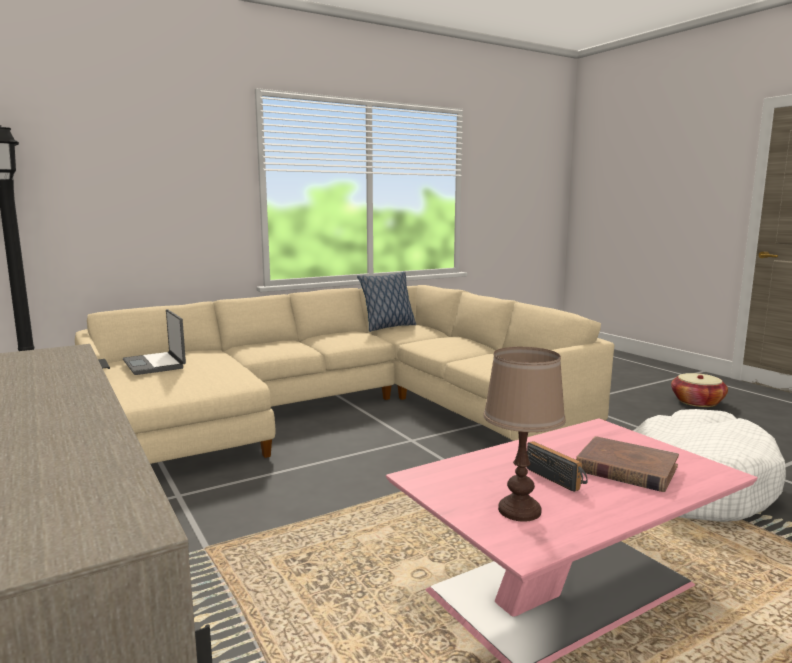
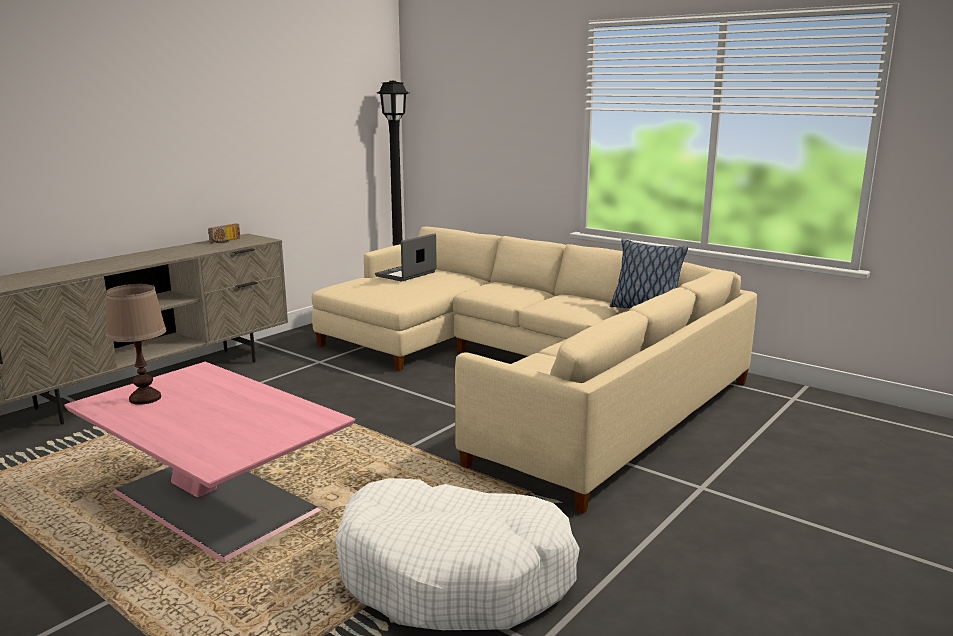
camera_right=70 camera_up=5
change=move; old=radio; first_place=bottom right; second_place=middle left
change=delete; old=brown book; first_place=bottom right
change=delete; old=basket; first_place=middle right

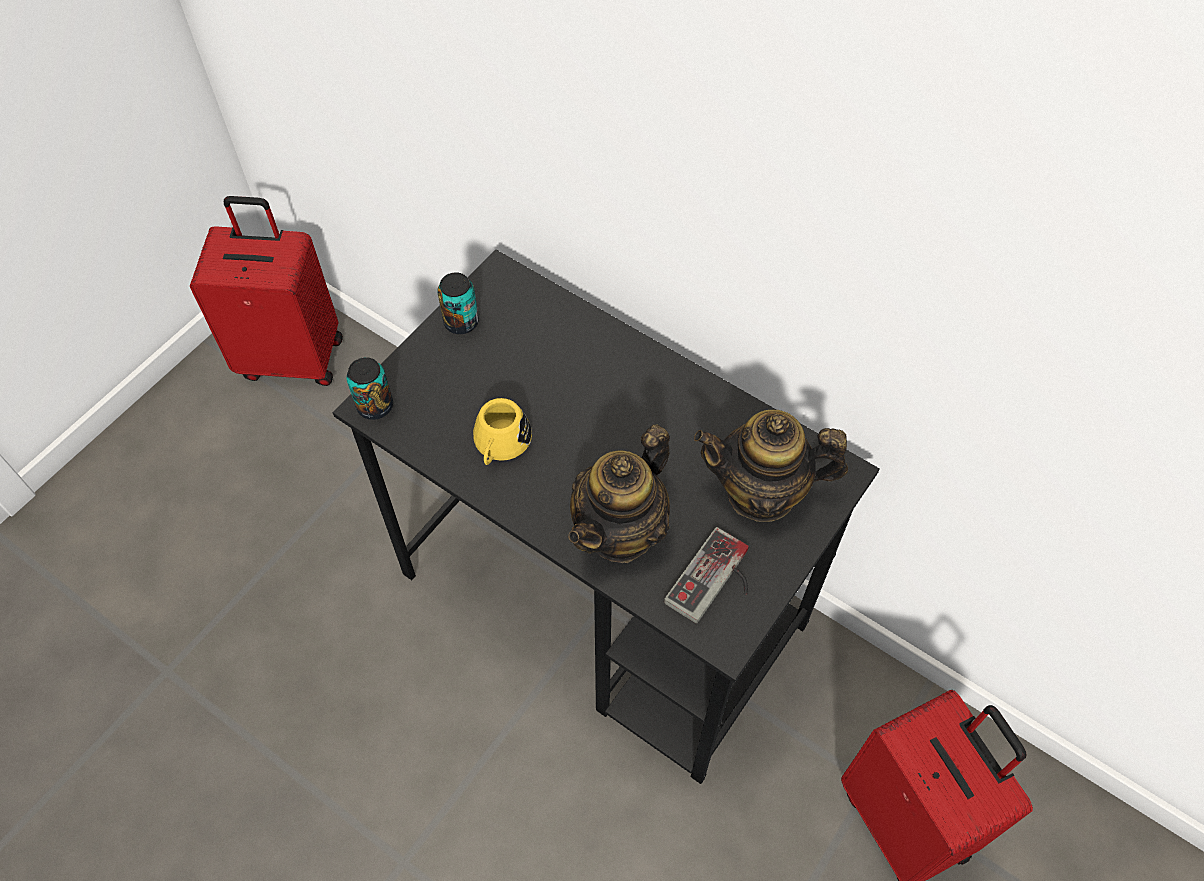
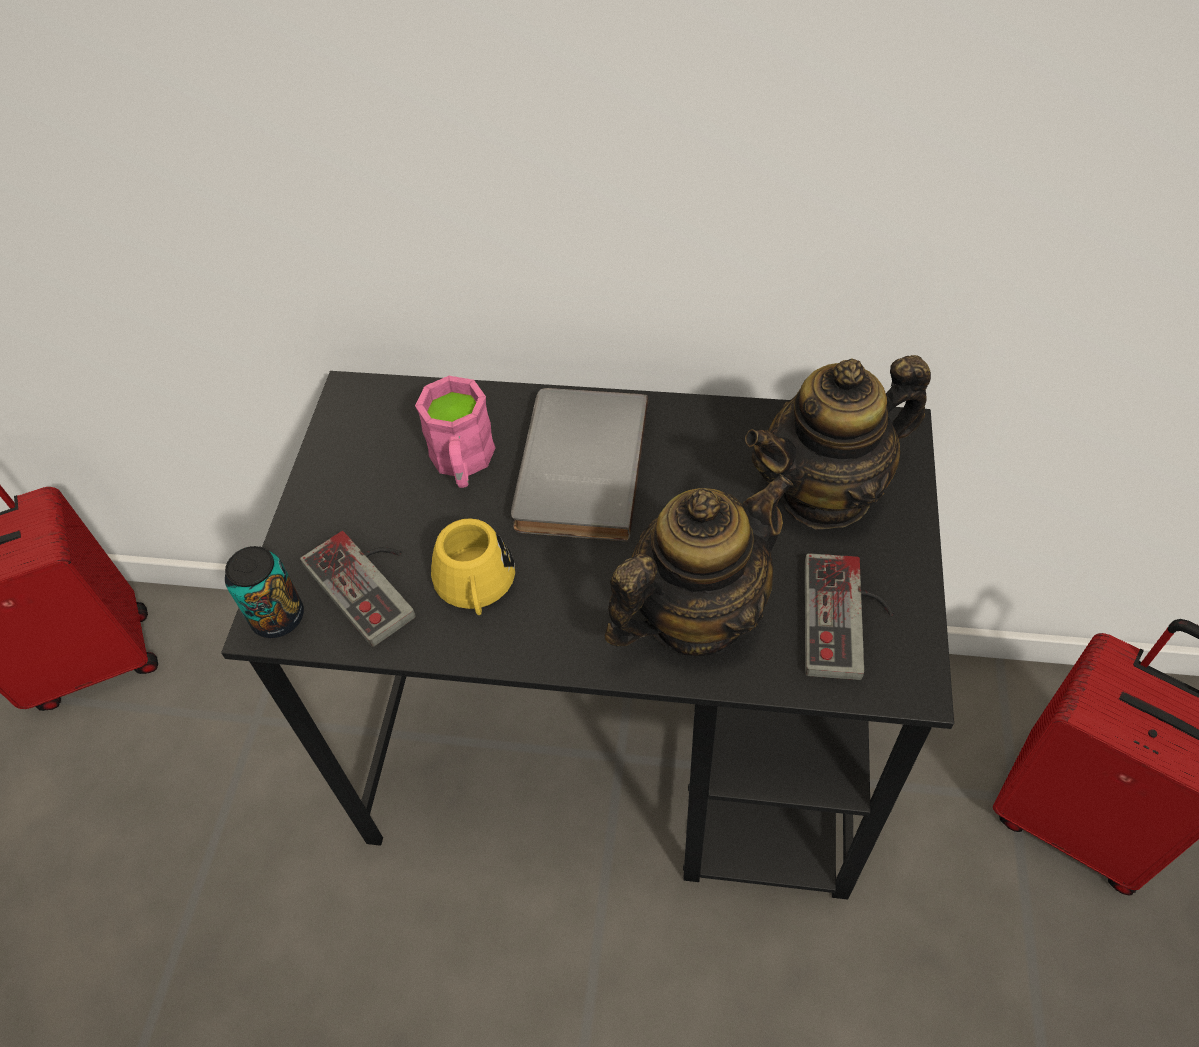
camera_right=-25 camera_up=-5
change=delete; old=can (2nd from left); first_place=centre
change=rotate; old=teapot (1st from left); first_place=centre; second_place=centre; degrees=-135
change=insert; new=game controller (1st from left); second_place=middle left
change=insert; new=pink mug; second_place=centre
change=insert; new=grey book; second_place=centre

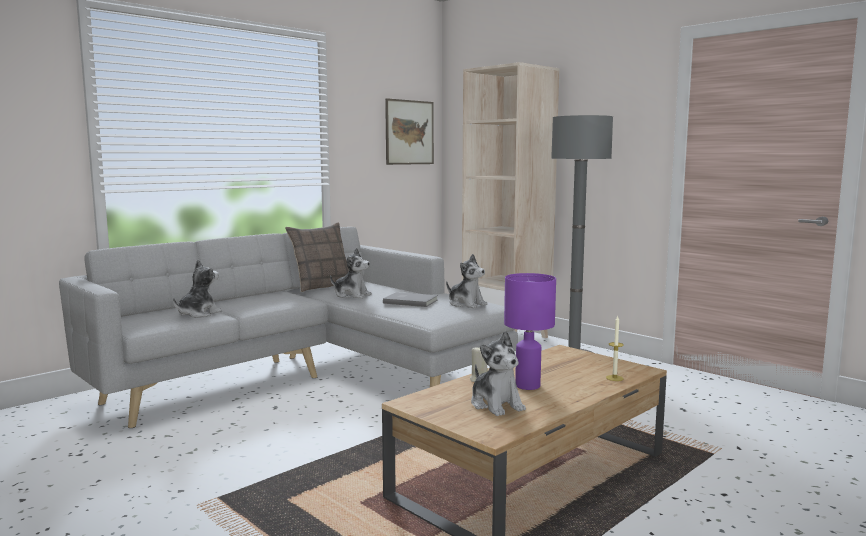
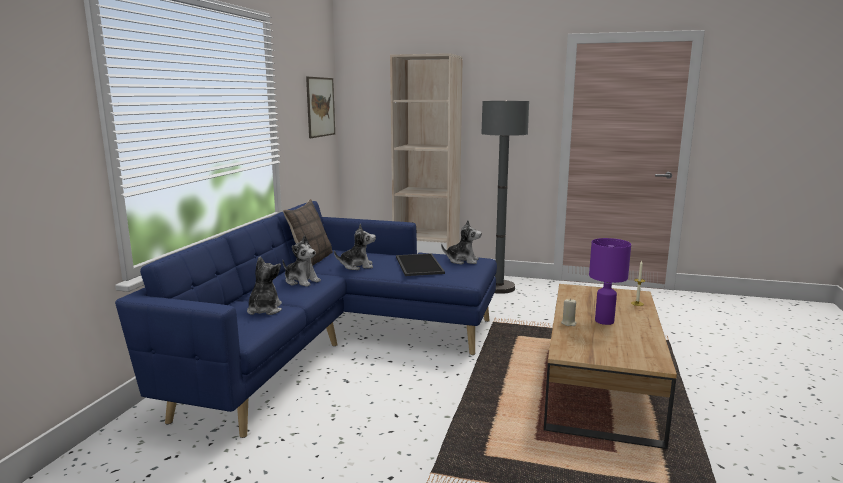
camera_right=-30 camera_up=5
change=recolor; old=grey sofa; new=blue sofa; first_place=middle left; second_place=centre
change=replace; old=grey book; new=tray; first_place=centre; second_place=centre
change=move; old=plush toy (4th from left in the first image); new=plush toy (2nd from left); first_place=bottom centre; second_place=centre

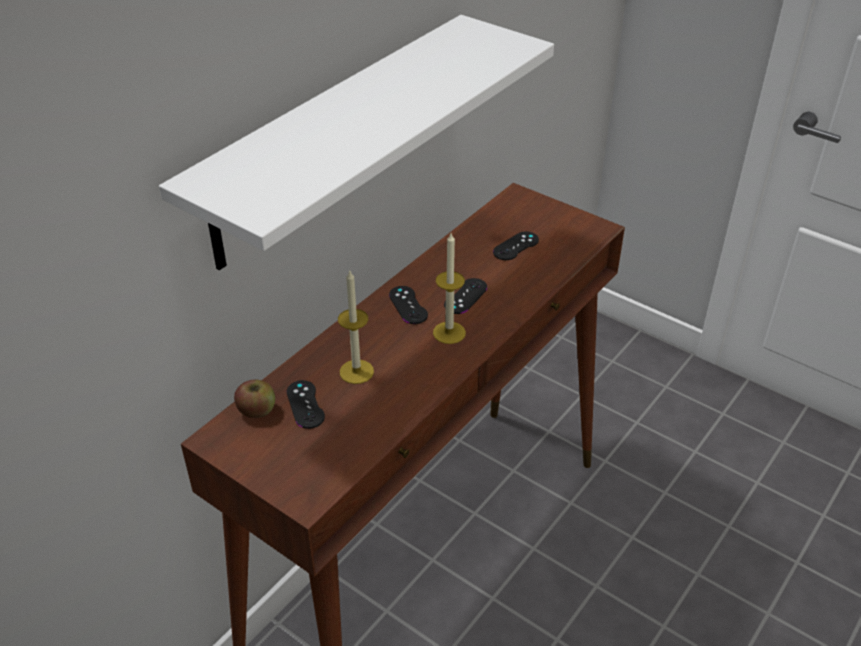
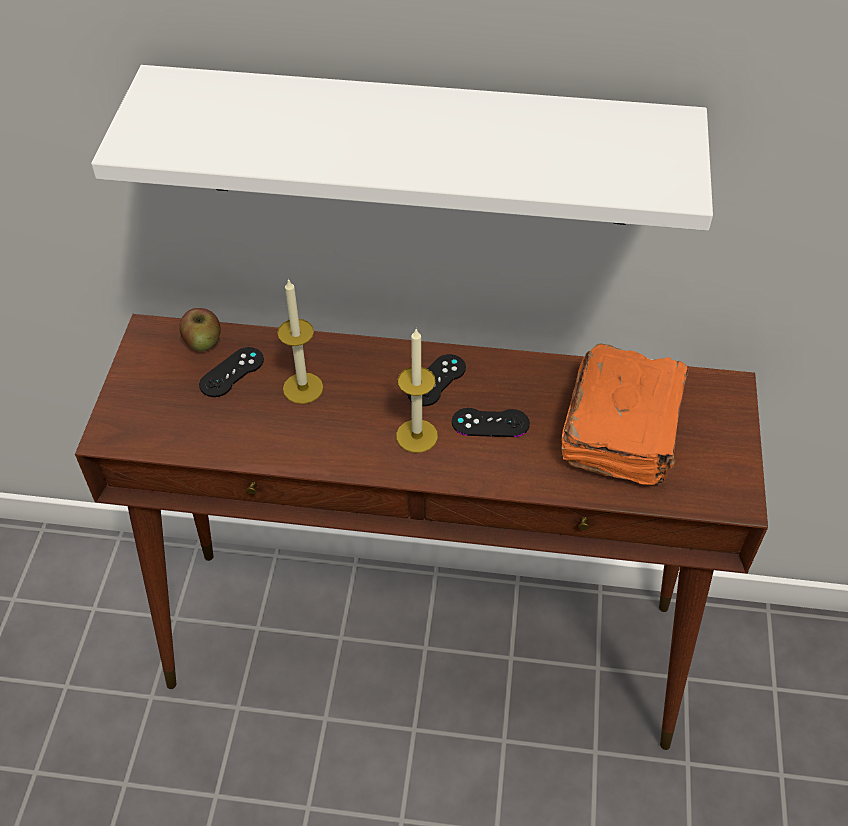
camera_right=60 camera_up=10
change=replace; old=black game controller (4th from left); new=orange book; first_place=centre; second_place=middle right

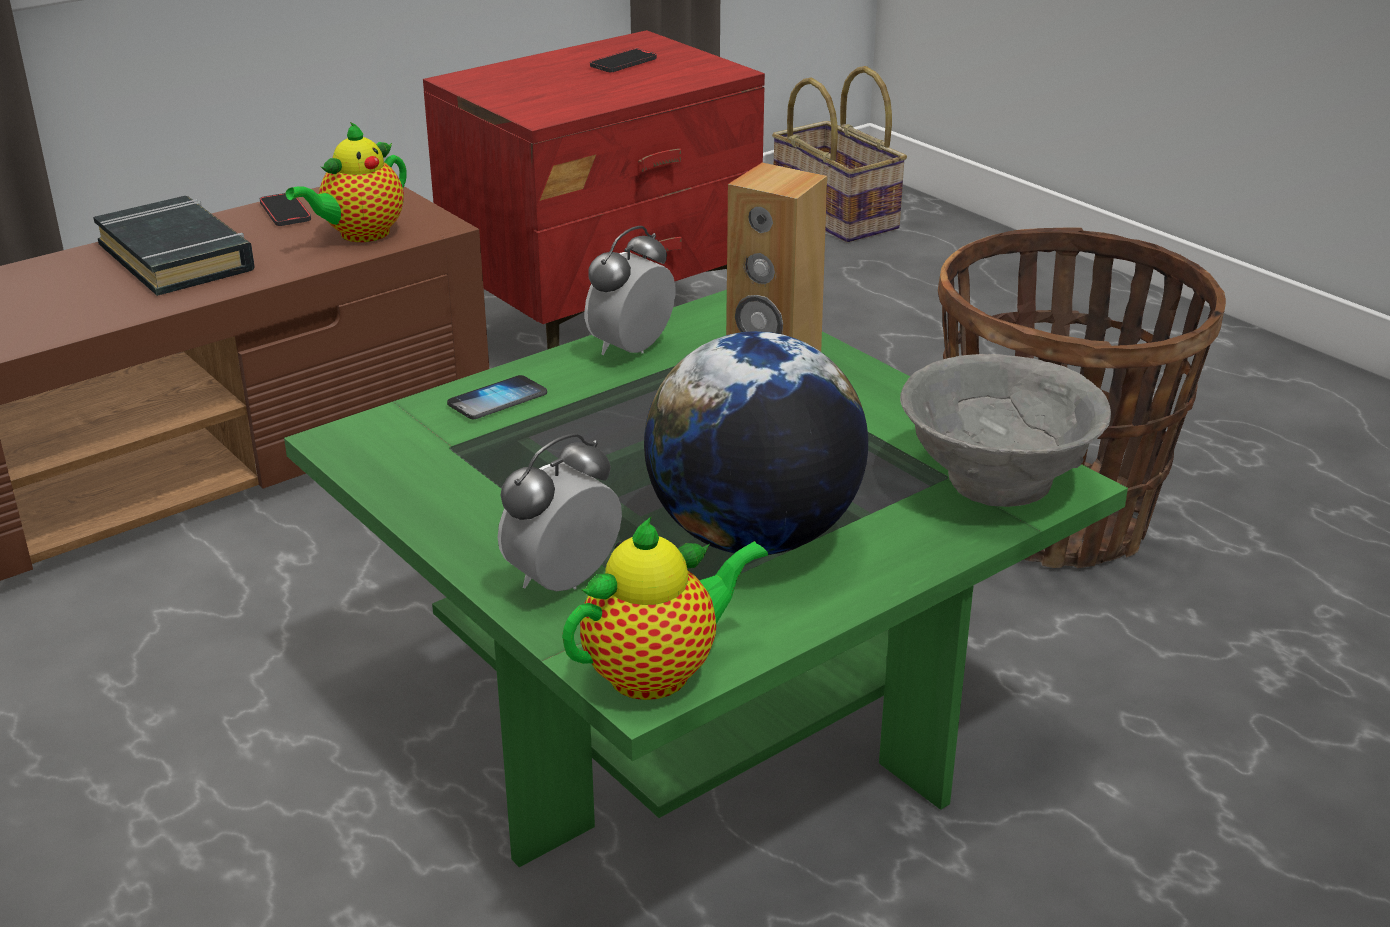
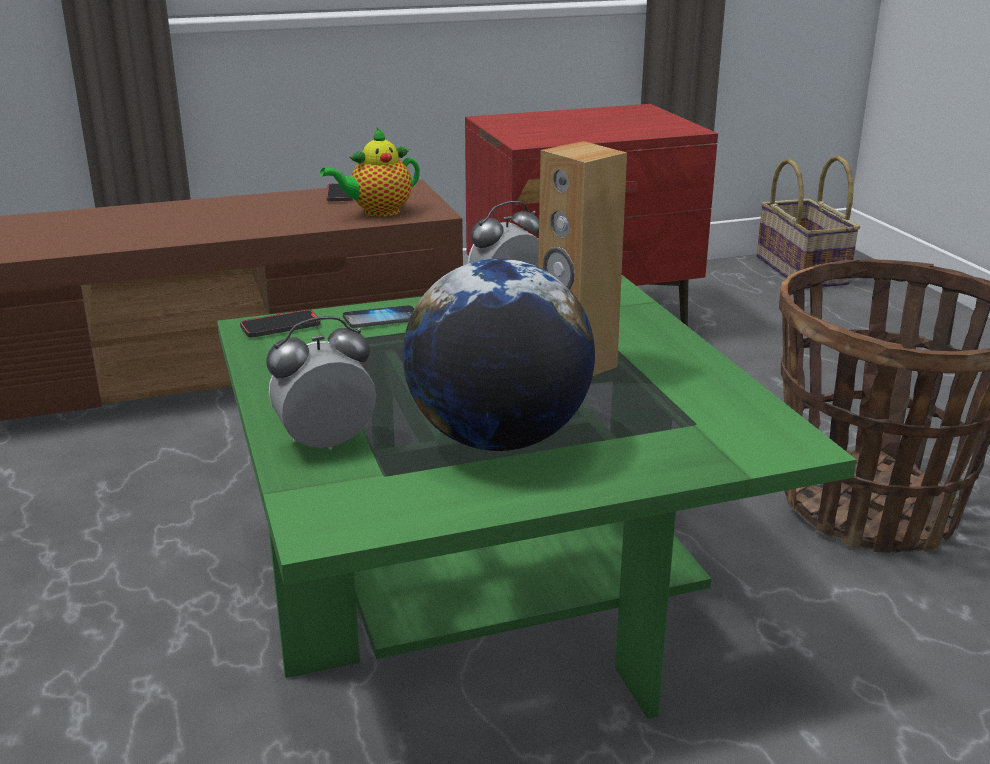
camera_right=20 camera_up=-5
change=delete; old=black book; first_place=top left
change=delete; old=teapot (2nd from left); first_place=centre
change=move; old=phone (3rd from left in the first image); new=phone (1st from left); first_place=top centre; second_place=middle left
change=delete; old=grey bowl; first_place=middle right

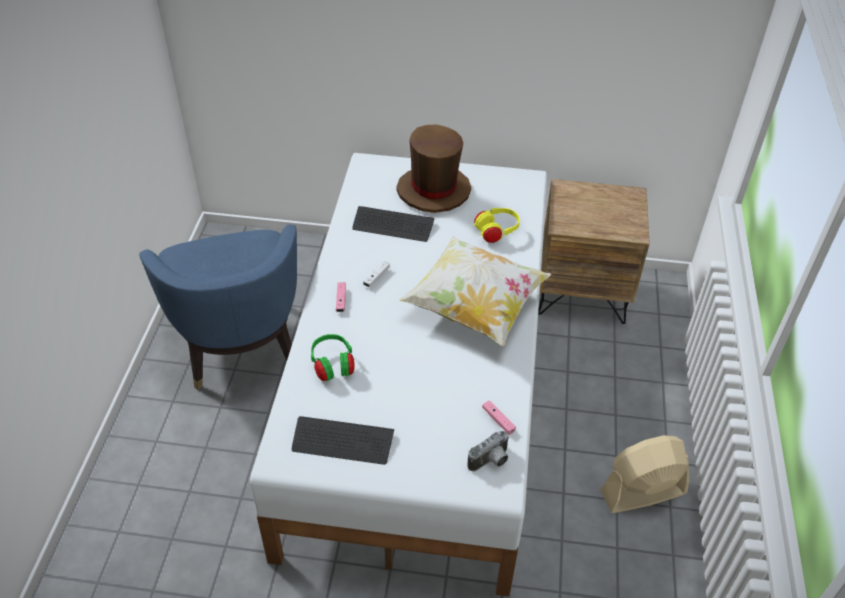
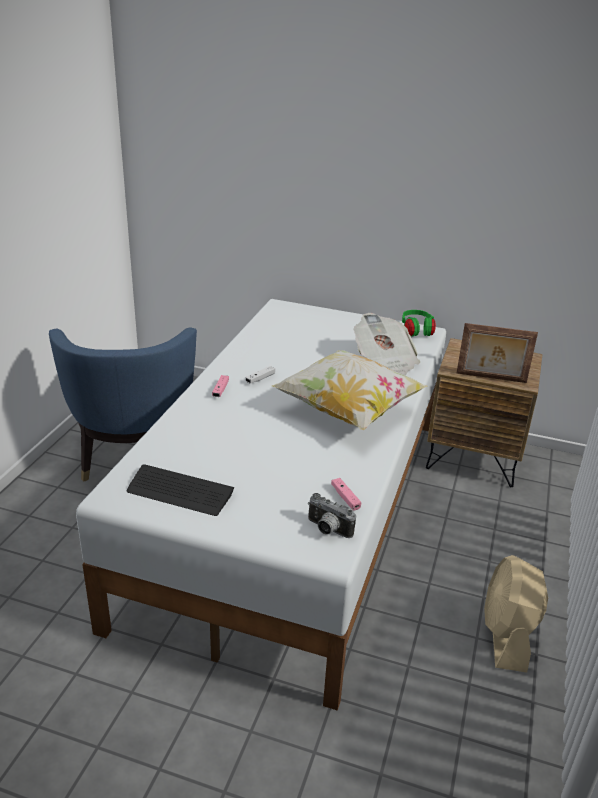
camera_right=10 camera_up=-15
change=move; old=green headphones; first_place=centre; second_place=middle right
change=delete; old=keyboard (2nd from left); first_place=centre
change=delete; old=brown hat; first_place=top centre
change=rotate; old=photo camera; first_place=bottom centre; second_place=centre; degrees=60
change=replace; old=yellow headphones; new=newspaper; first_place=centre; second_place=centre
change=rotate; old=beige fan; first_place=bottom right; second_place=bottom right; degrees=-75
change=insert; new=picture frame; second_place=middle right

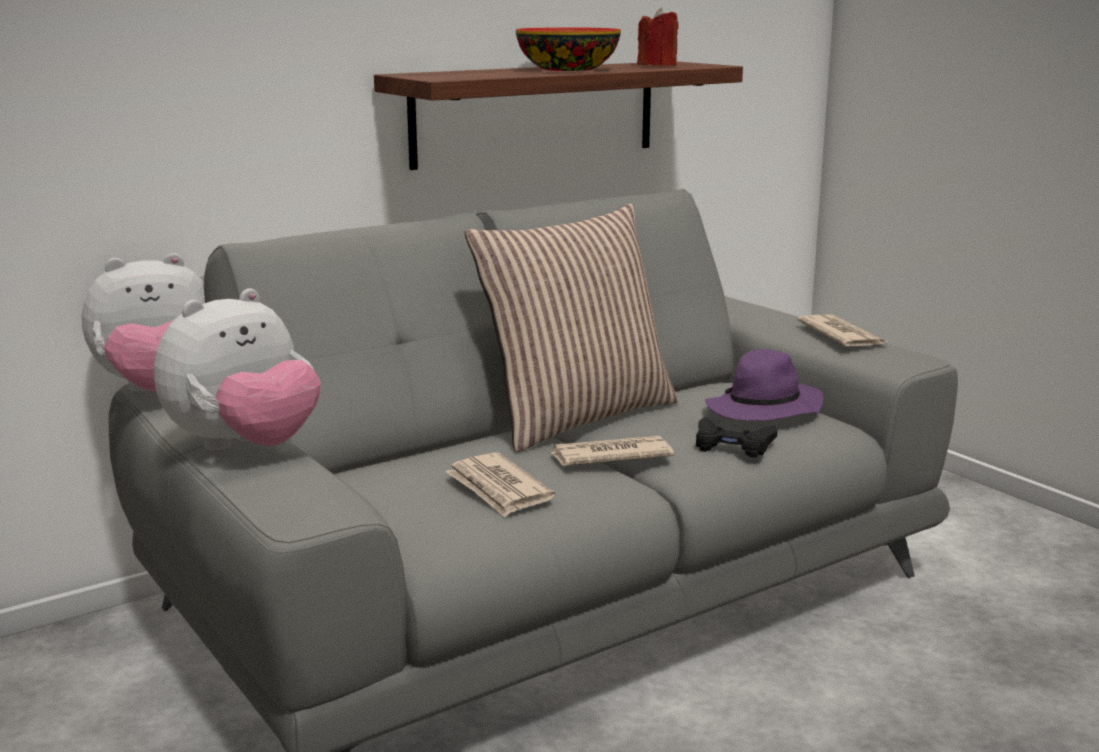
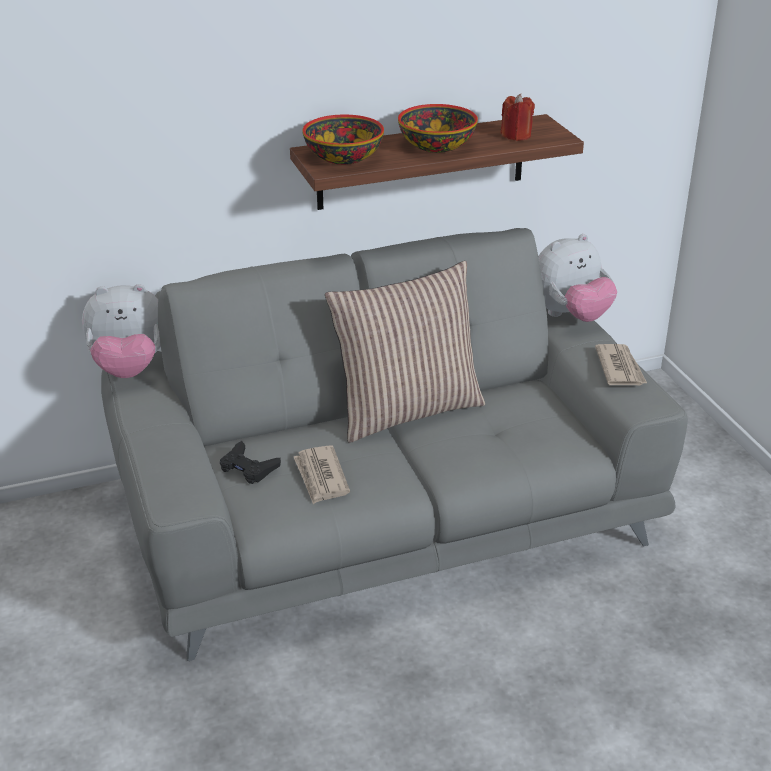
camera_right=15 camera_up=15
change=move; old=plush toy (2nd from left); first_place=middle left; second_place=middle right
change=delete; old=newspaper (2nd from left); first_place=centre
change=move; old=black game controller; first_place=middle right; second_place=middle left
change=delete; old=purple hat; first_place=middle right
change=insert; new=bowl (1st from left); second_place=top centre

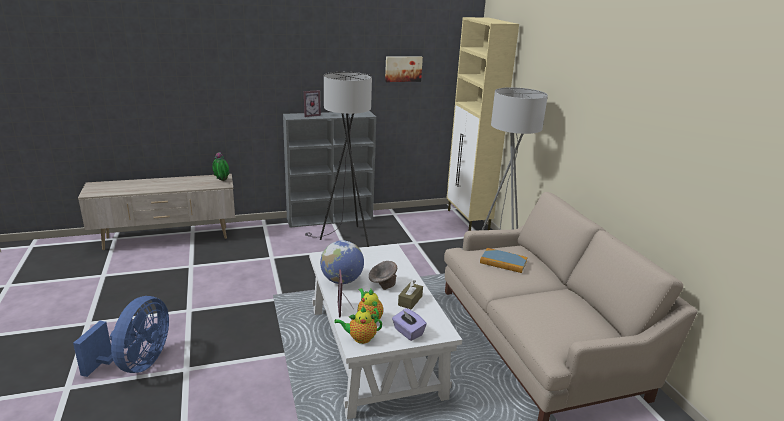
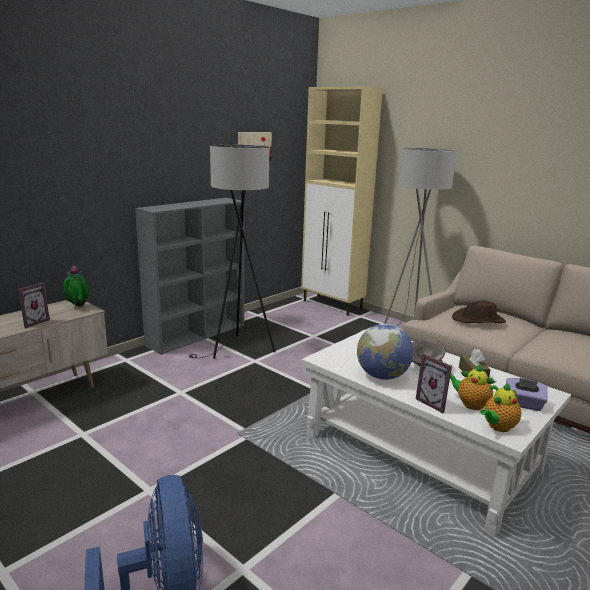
camera_right=-30 camera_up=-5
change=move; old=picture frame (1st from left); first_place=top centre; second_place=middle left
change=replace; old=book; new=brown hat; first_place=centre; second_place=middle right

